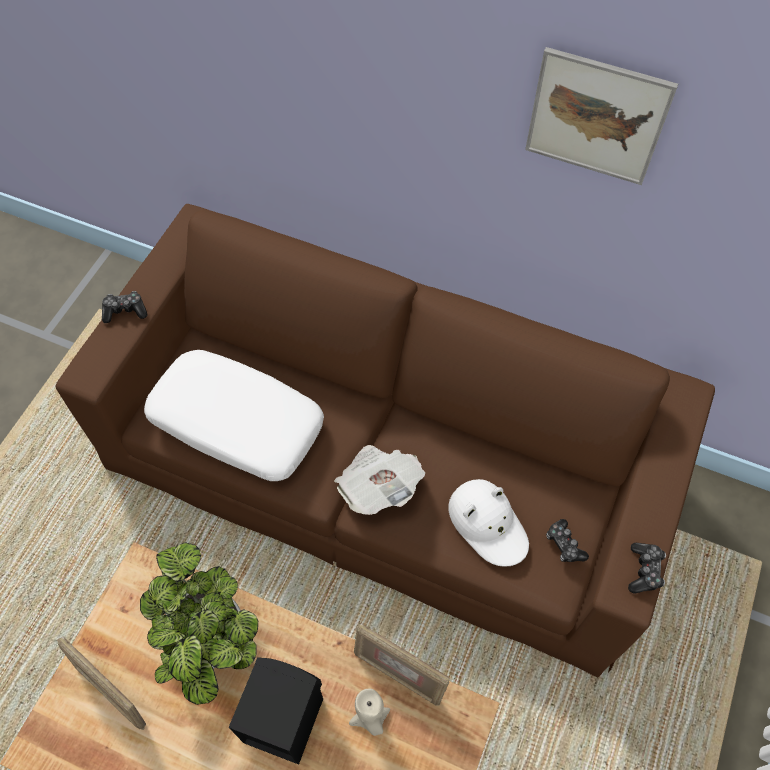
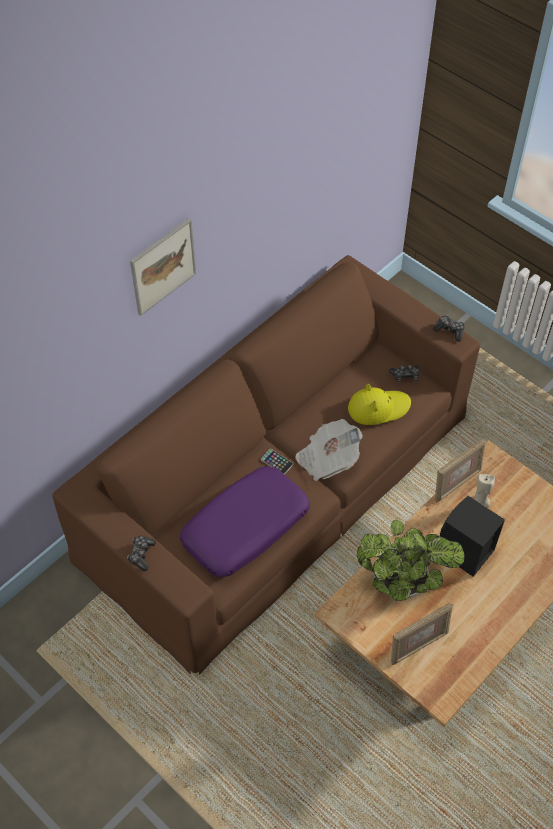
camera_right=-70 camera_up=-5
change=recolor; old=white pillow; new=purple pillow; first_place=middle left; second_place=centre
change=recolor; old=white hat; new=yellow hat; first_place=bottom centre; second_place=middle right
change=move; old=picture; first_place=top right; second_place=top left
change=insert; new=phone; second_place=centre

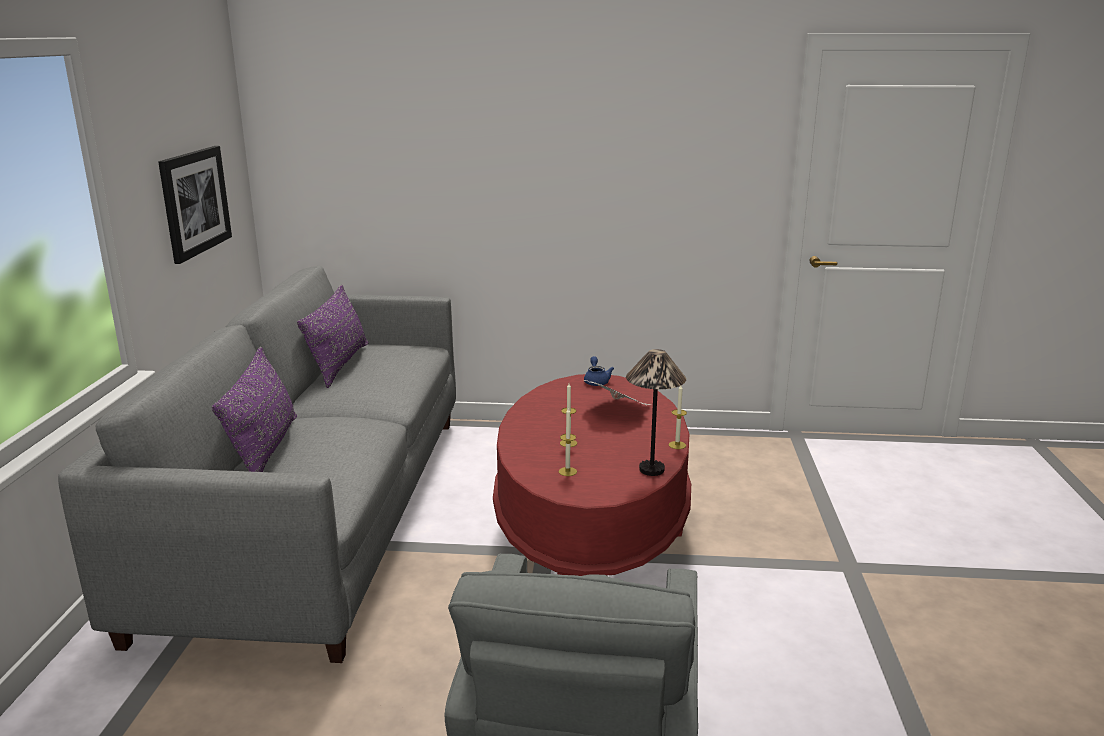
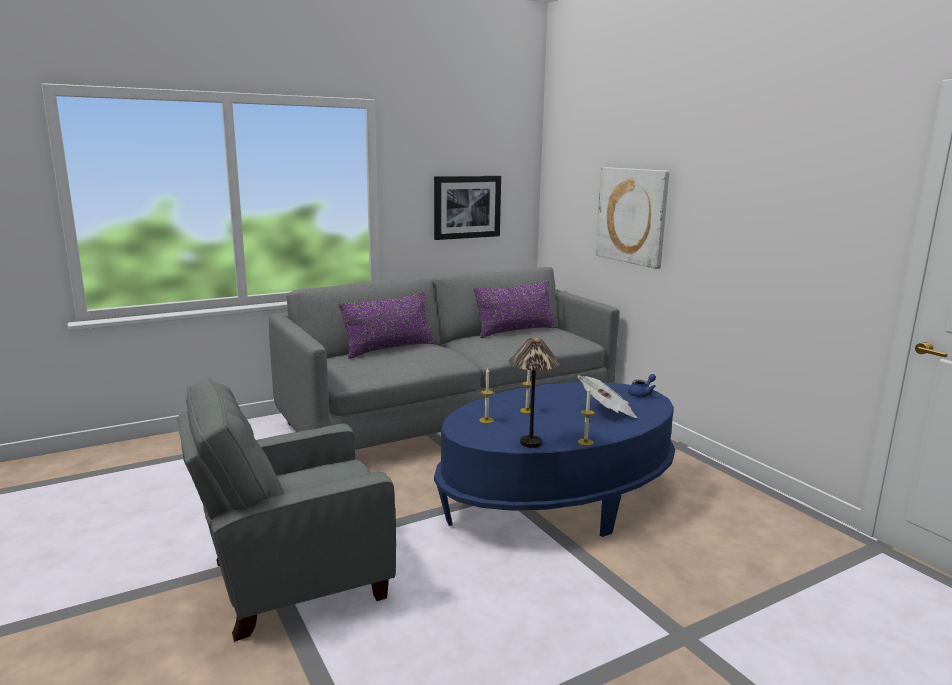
camera_right=55 camera_up=-5
change=recolor; old=red coffee table; new=blue coffee table; first_place=centre; second_place=bottom centre
change=insert; new=picture (2nd from left); second_place=top centre

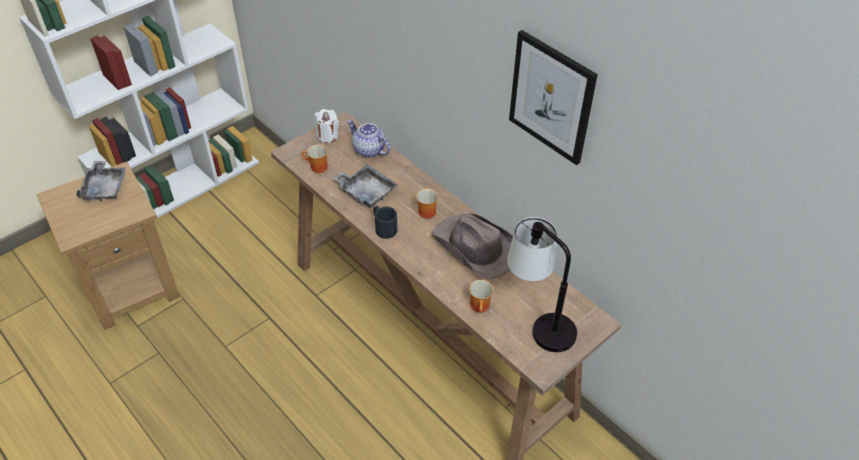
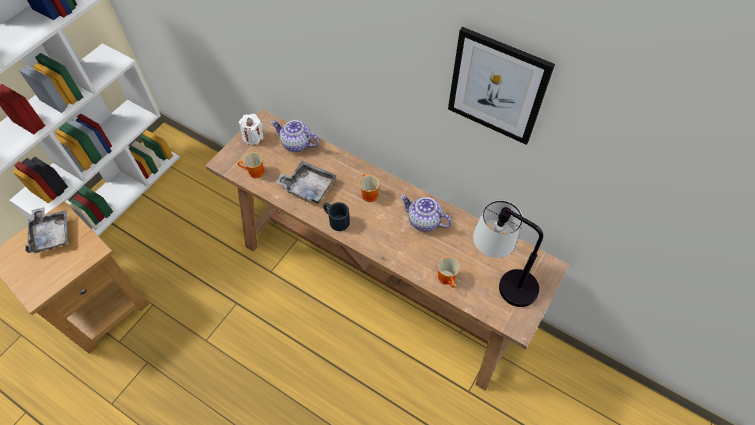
camera_right=-15 camera_up=10
change=replace; old=brown hat; new=teapot (2nd from left); first_place=centre; second_place=centre

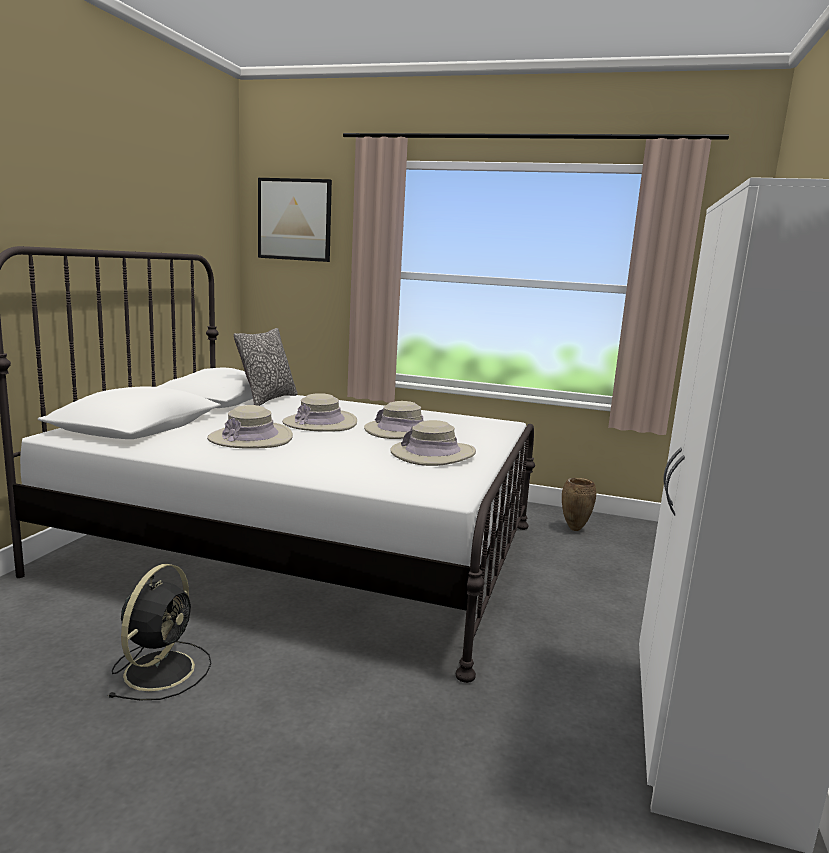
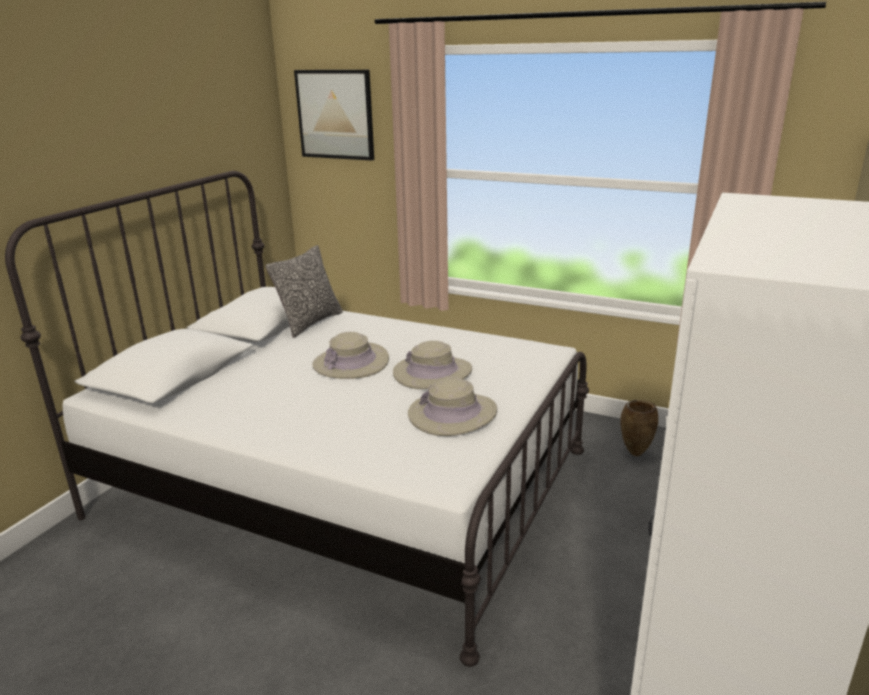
camera_right=10 camera_up=10
change=delete; old=black fan; first_place=bottom left
change=delete; old=beige hat (1st from left); first_place=middle left

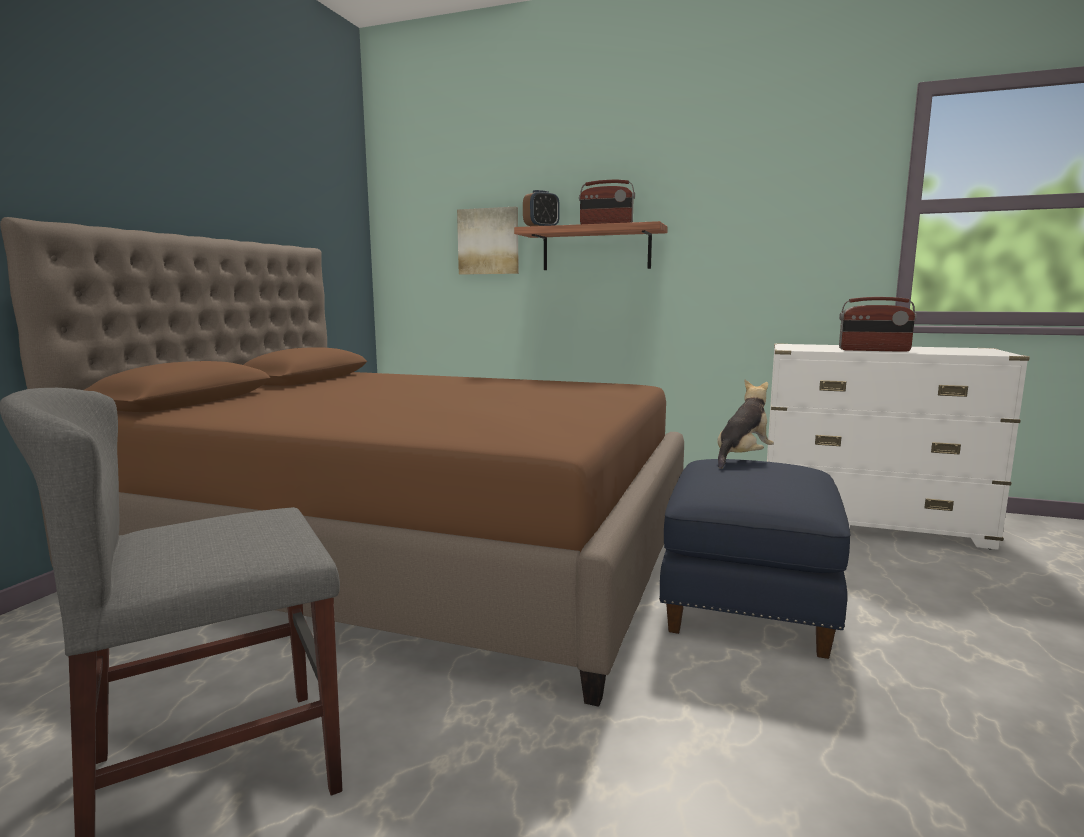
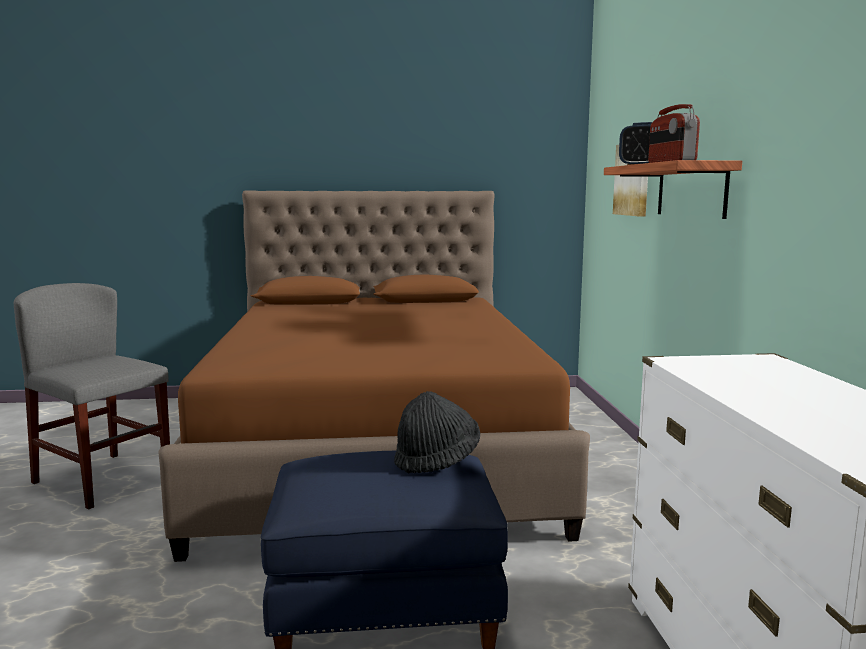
camera_right=65 camera_up=0
change=replace; old=plush toy; new=black hat; first_place=middle right; second_place=centre
change=delete; old=radio (2nd from left); first_place=middle right

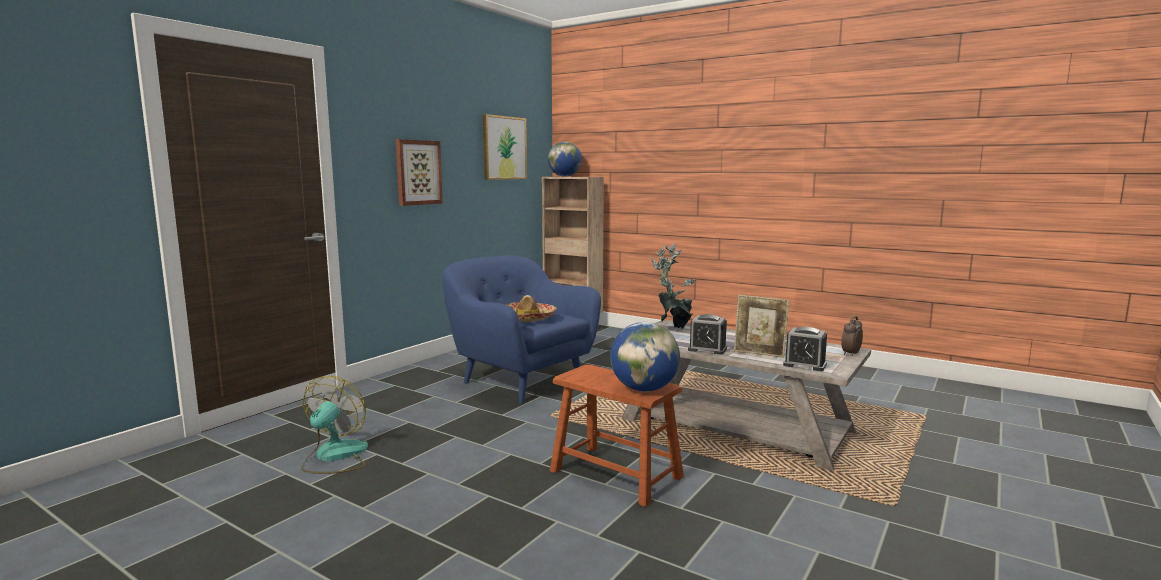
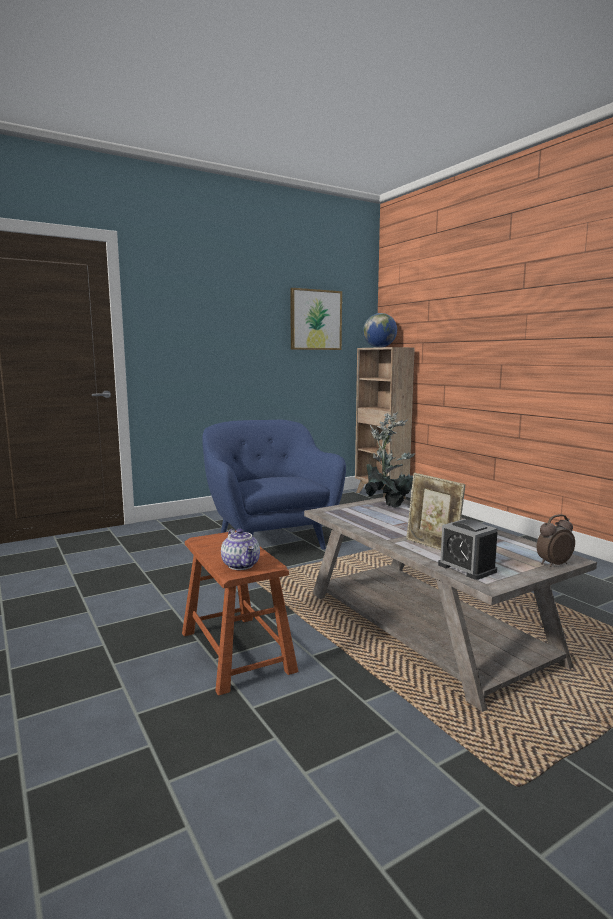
camera_right=25 camera_up=0
change=delete; old=fan; first_place=bottom left
change=delete; old=picture (1st from left); first_place=top centre
change=delete; old=hat; first_place=centre
change=replace; old=globe (2nd from left); new=teapot; first_place=centre; second_place=centre
change=delete; old=alarm clock (1st from left); first_place=centre

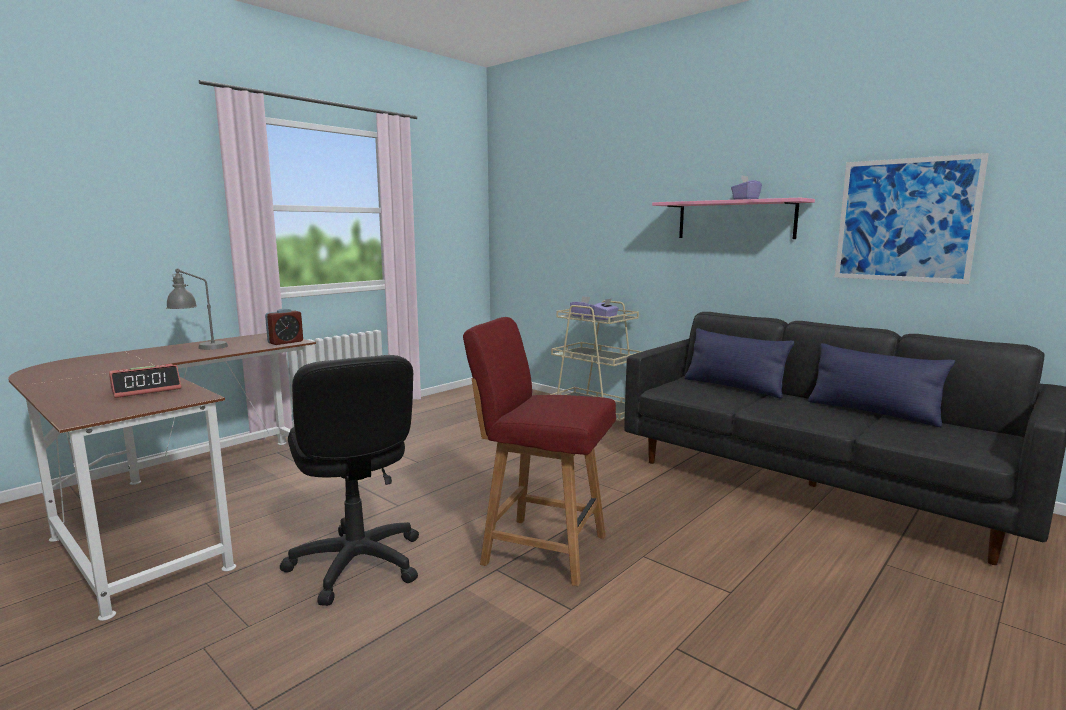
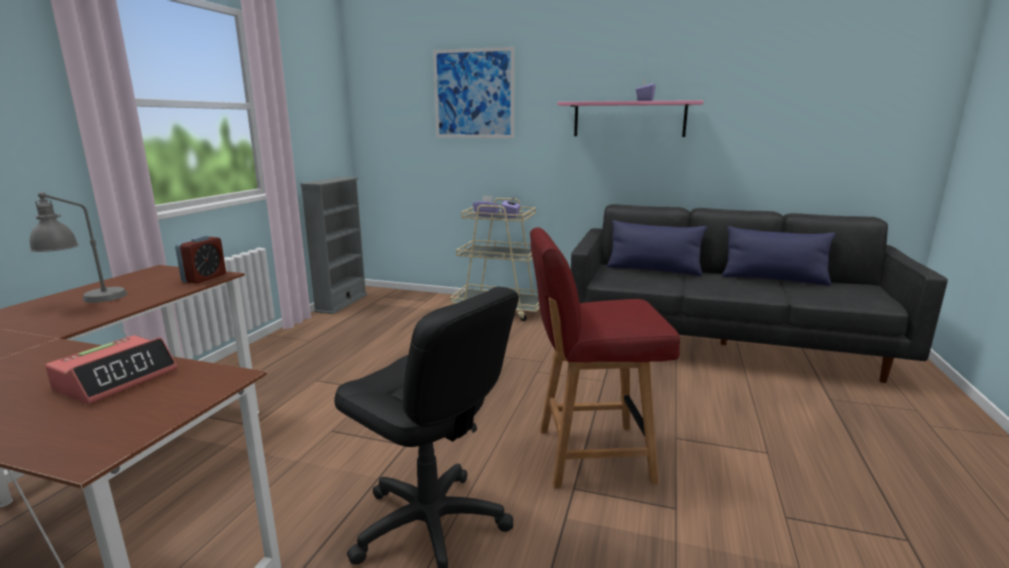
camera_right=-25 camera_up=5
change=move; old=picture; first_place=top right; second_place=top centre
change=insert; new=grey bookcase; second_place=middle left

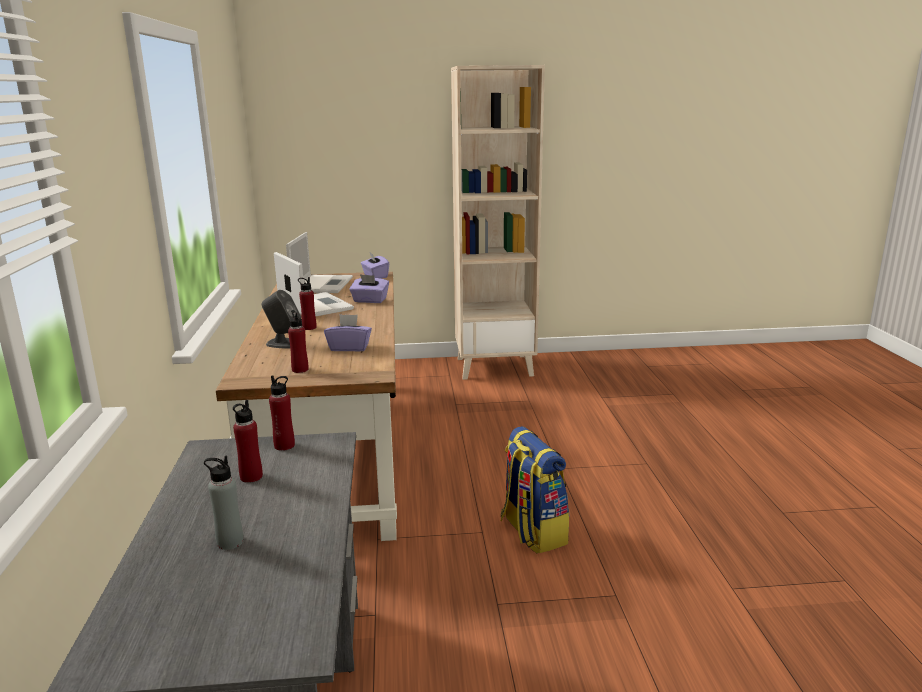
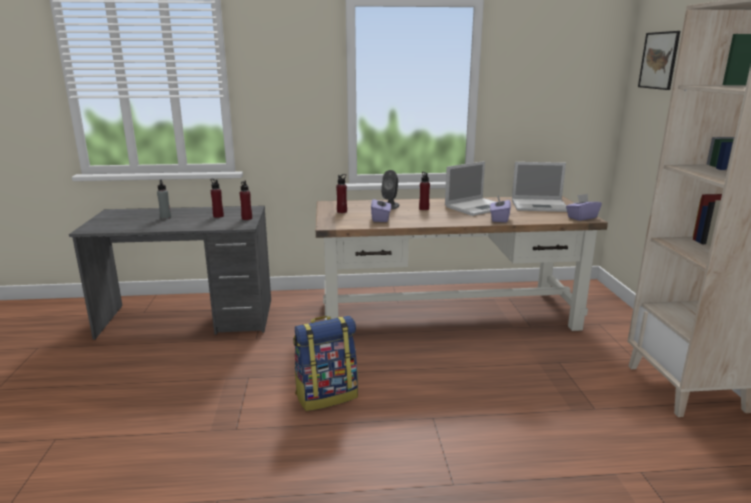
camera_right=90 camera_up=0
change=insert; new=picture; second_place=top right

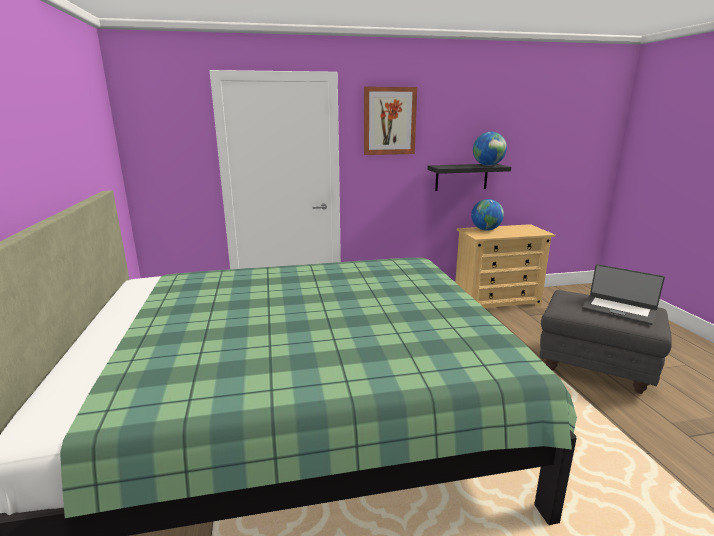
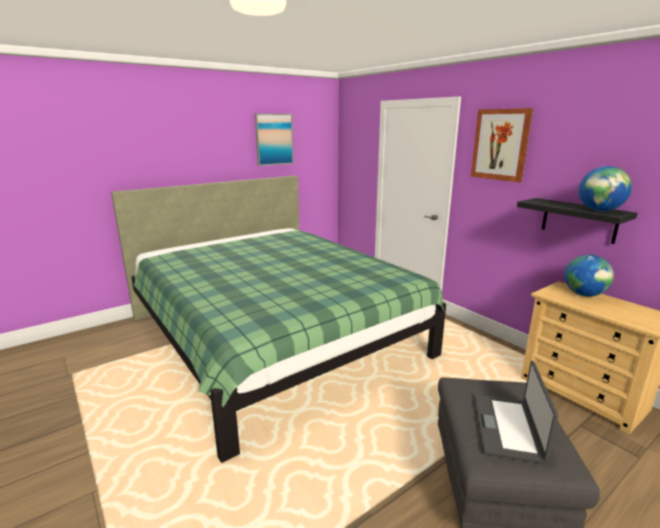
camera_right=65 camera_up=0
change=insert; new=picture (1st from left); second_place=top centre

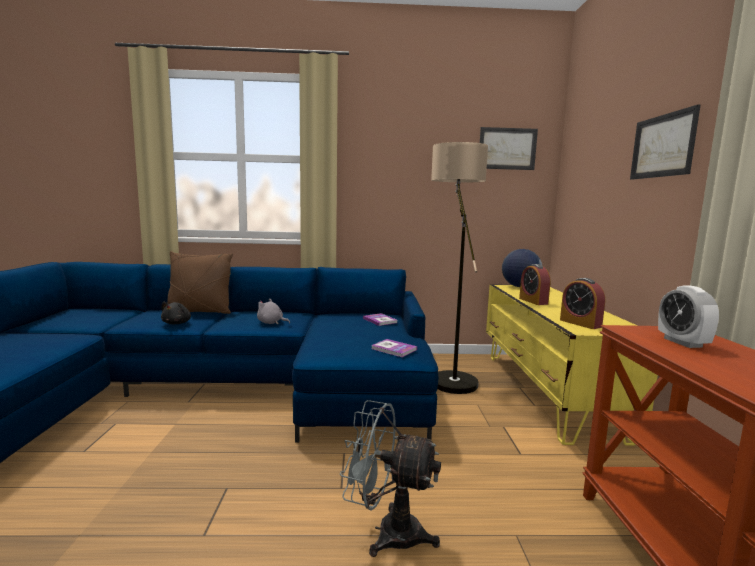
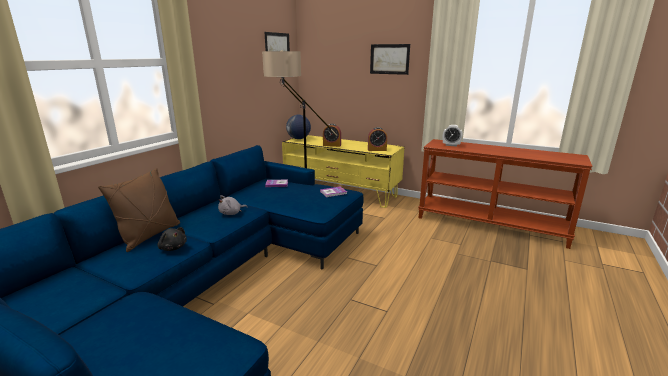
camera_right=-60 camera_up=10
change=delete; old=grey fan; first_place=bottom centre

